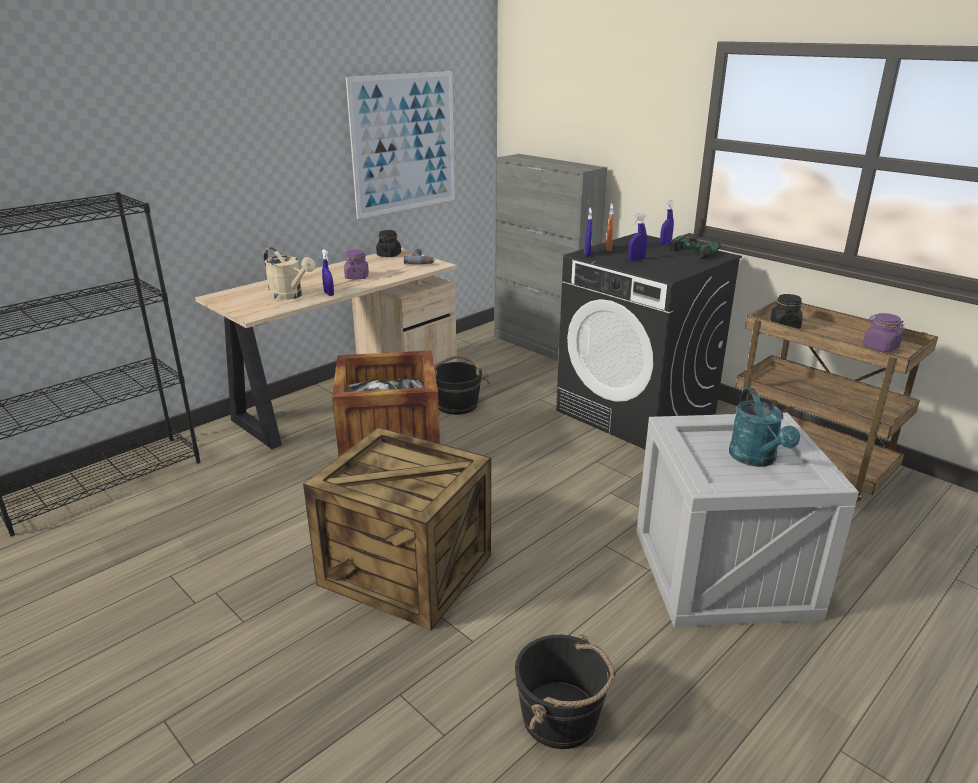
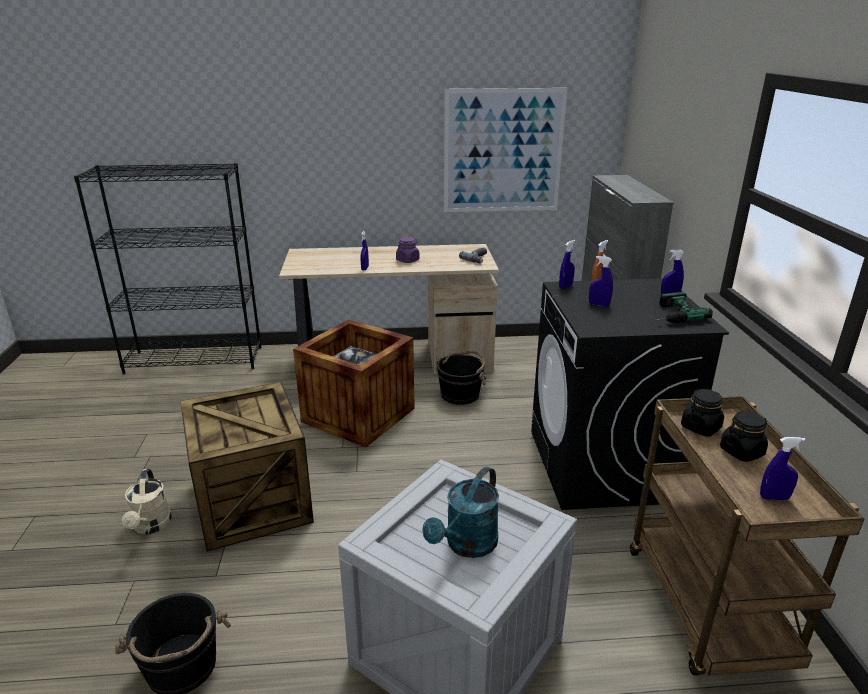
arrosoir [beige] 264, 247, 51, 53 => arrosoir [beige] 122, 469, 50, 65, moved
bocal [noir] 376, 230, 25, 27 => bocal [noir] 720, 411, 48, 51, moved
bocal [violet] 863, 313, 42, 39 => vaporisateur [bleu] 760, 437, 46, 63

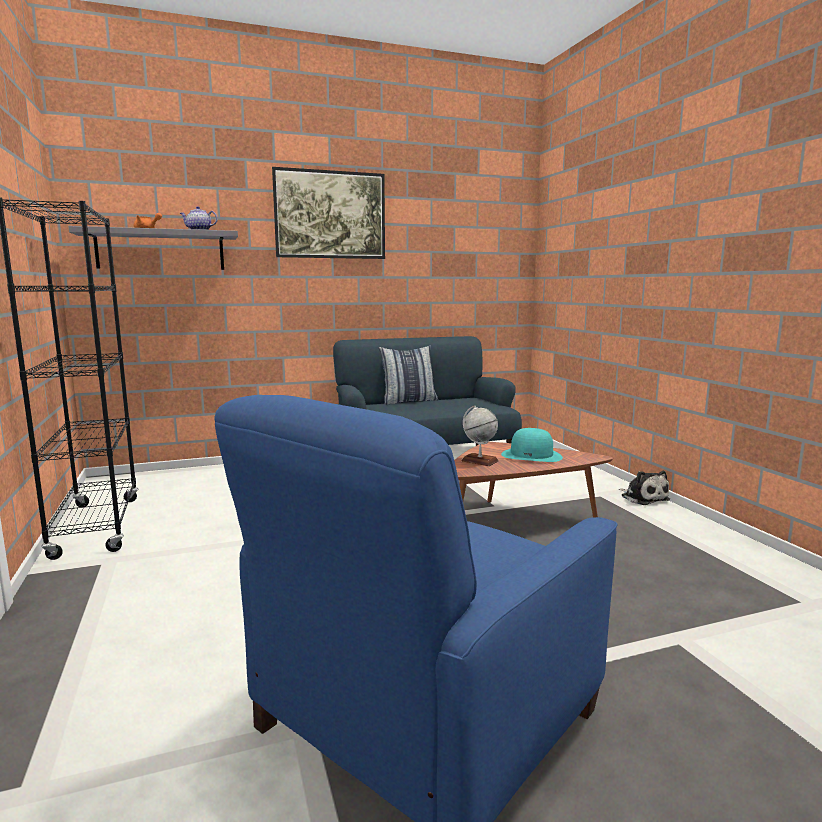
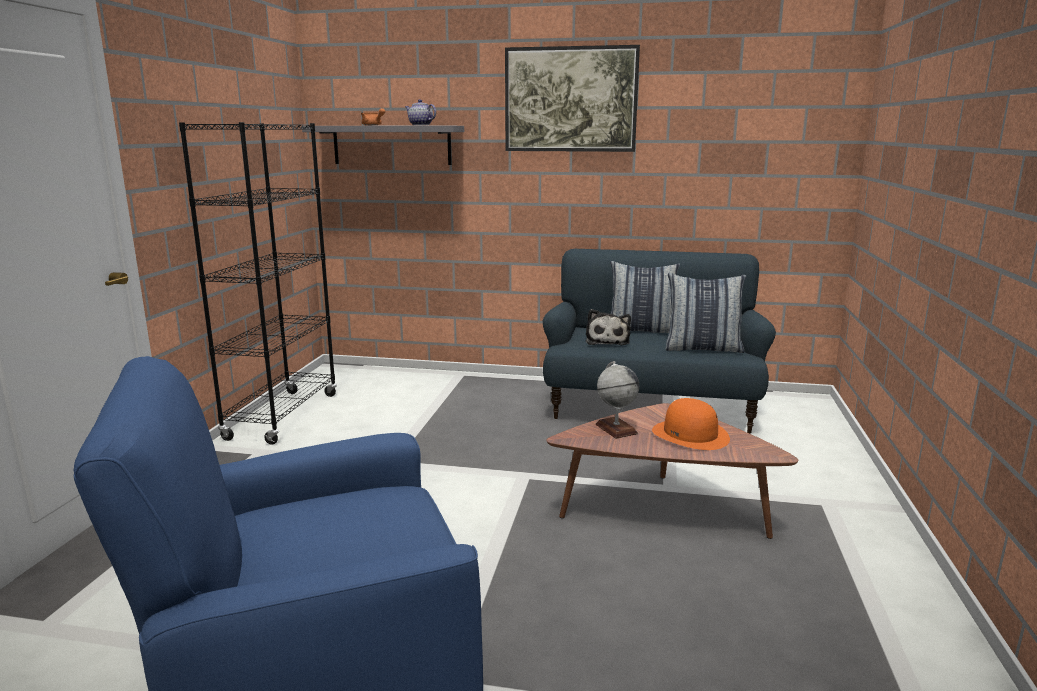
chapeau [turquoise] 501, 428, 62, 34 => chapeau [orange] 652, 398, 78, 52
peluche 619, 471, 51, 34 => peluche 586, 309, 45, 36, moved
nothing => coussin 666, 273, 80, 80

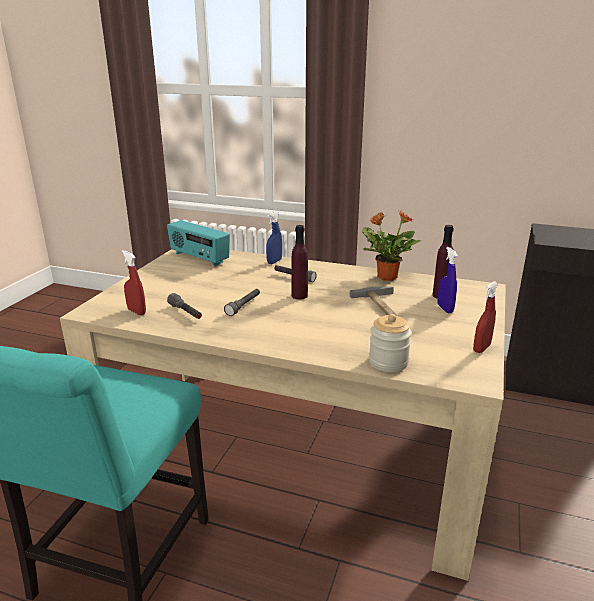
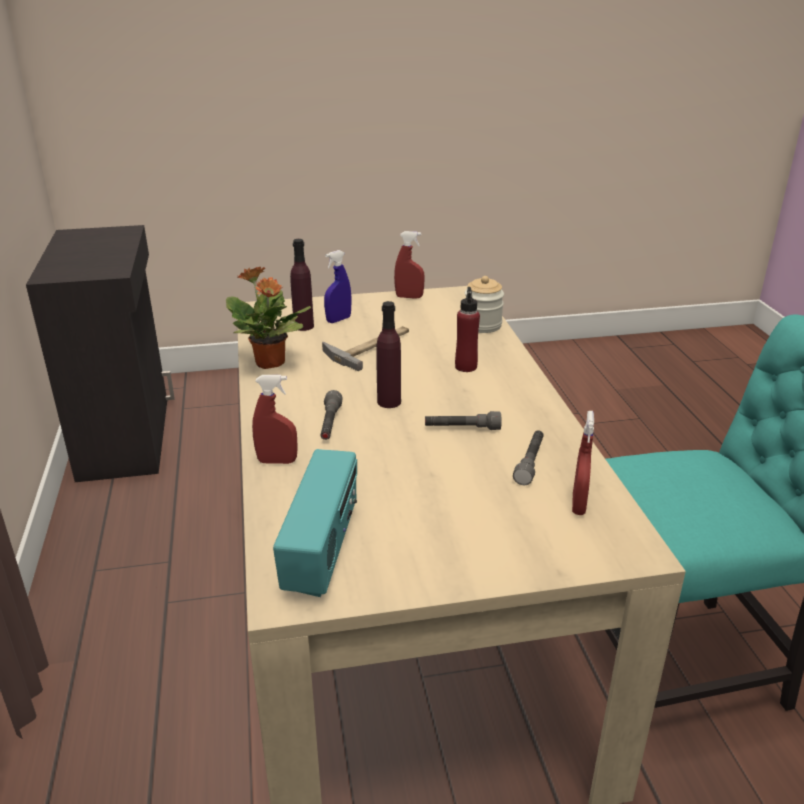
vaporisateur [bleu] 266, 211, 16, 53 => vaporisateur [rouge] 252, 375, 46, 89
nothing => bouteille [rouge] 455, 287, 25, 85

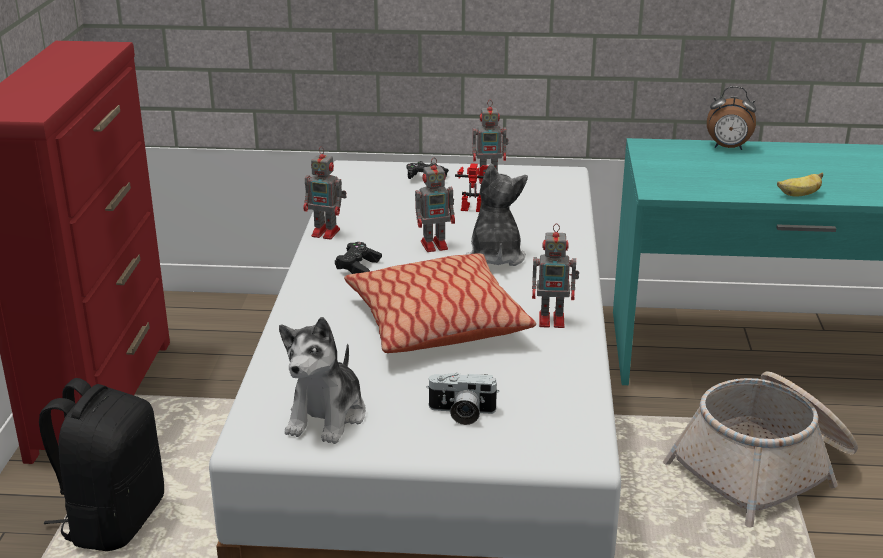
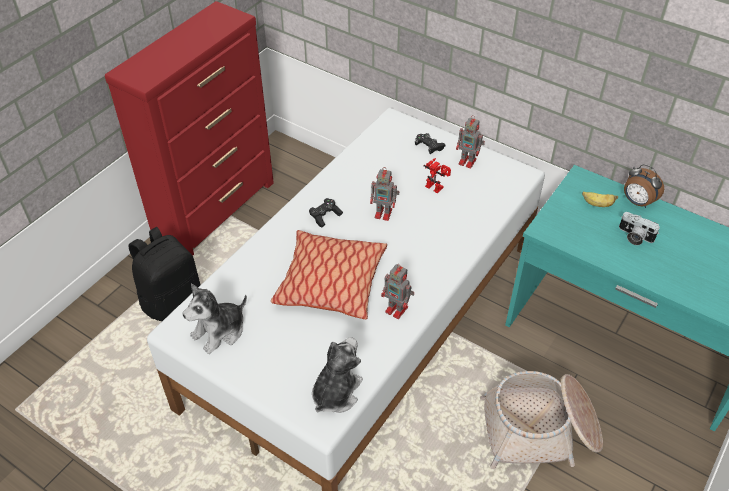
robot jouet 303, 146, 44, 93 => nothing
appareil photo 426, 373, 73, 52 => appareil photo 619, 212, 41, 33, moved
peluche 466, 164, 62, 102 => peluche 312, 337, 51, 76, moved
banane 777, 173, 46, 24 => banane 582, 192, 36, 15, moved

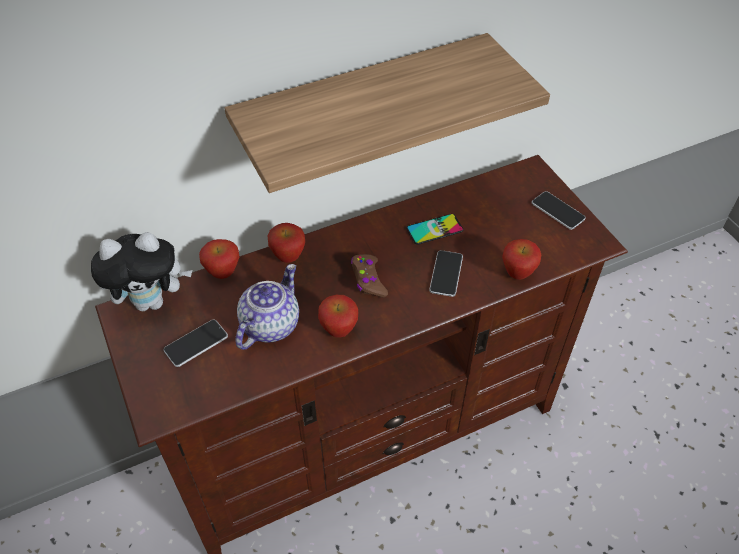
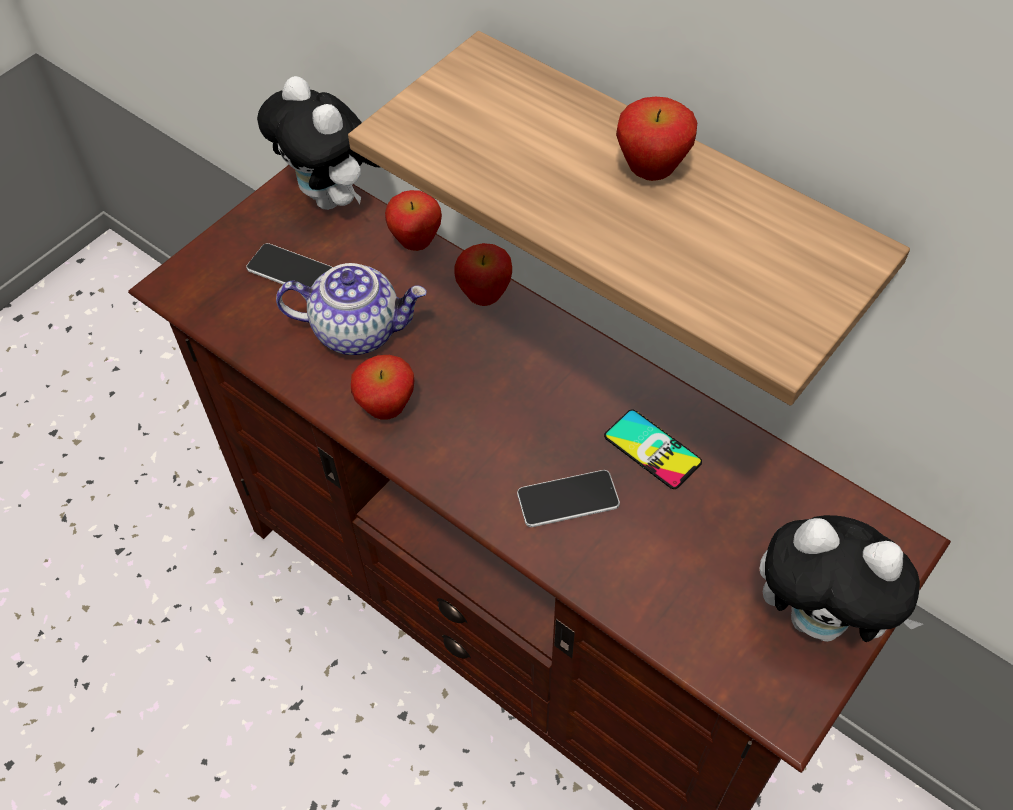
manette [marron] 351, 254, 37, 43 => nothing
pomme 502, 239, 39, 41 => pomme 616, 97, 81, 84, moved
téléphone 532, 191, 54, 39 => peluche 760, 515, 163, 127

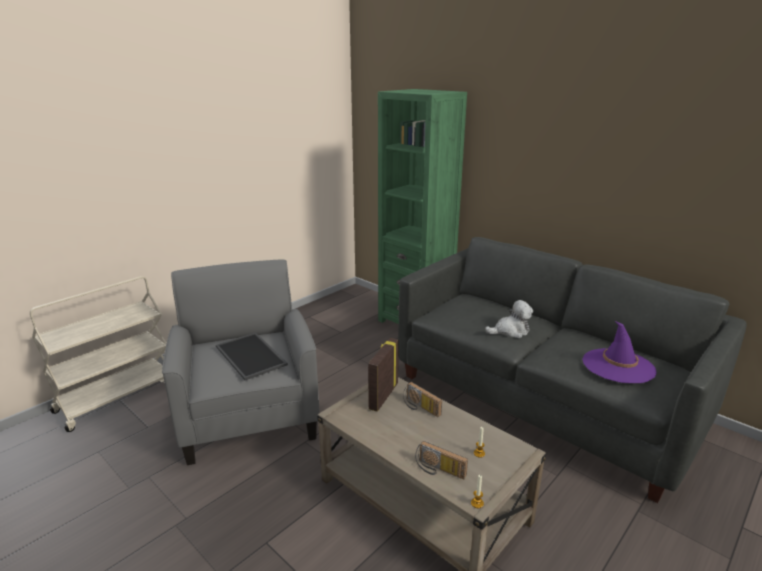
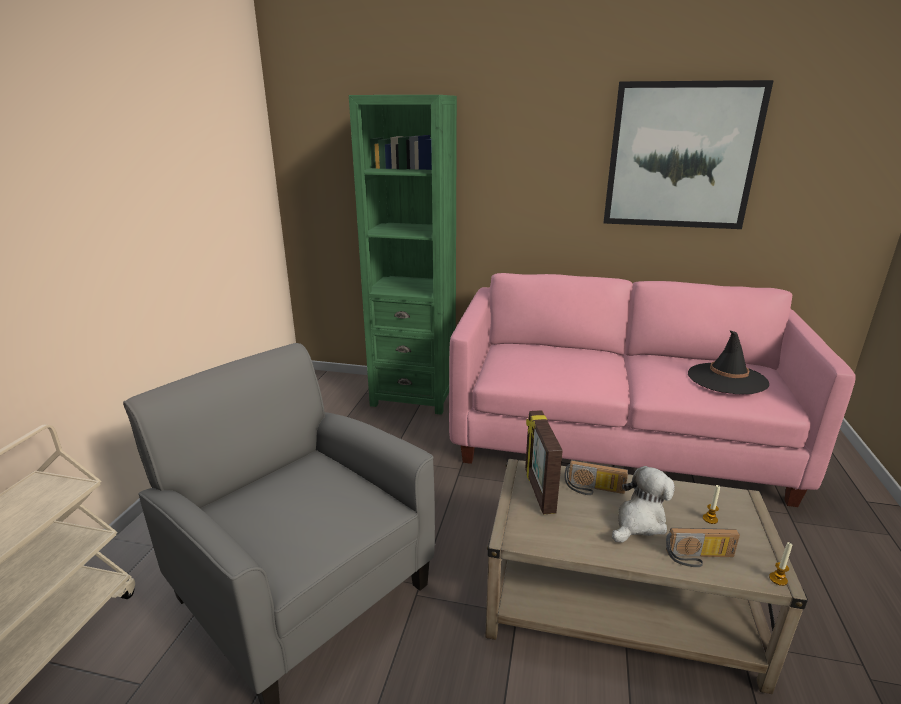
plateau 216, 332, 72, 48 => nothing
canapé [gris] 398, 237, 349, 266 => canapé [rose] 449, 273, 407, 234
peluche 485, 300, 48, 38 => peluche 612, 466, 63, 77, moved
chapeau [violet] 582, 321, 75, 62 => chapeau [noir] 688, 330, 81, 64
nothing => tableau 604, 80, 170, 149

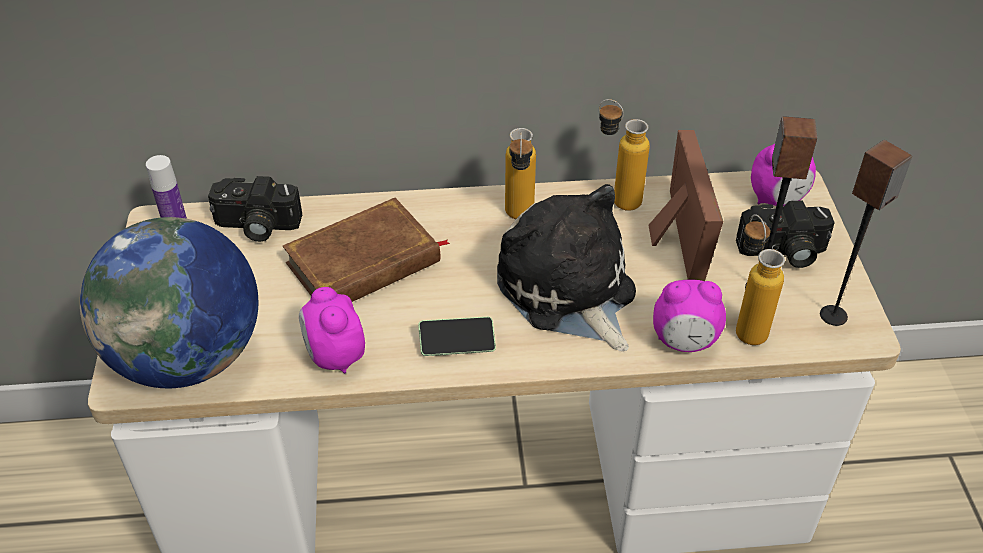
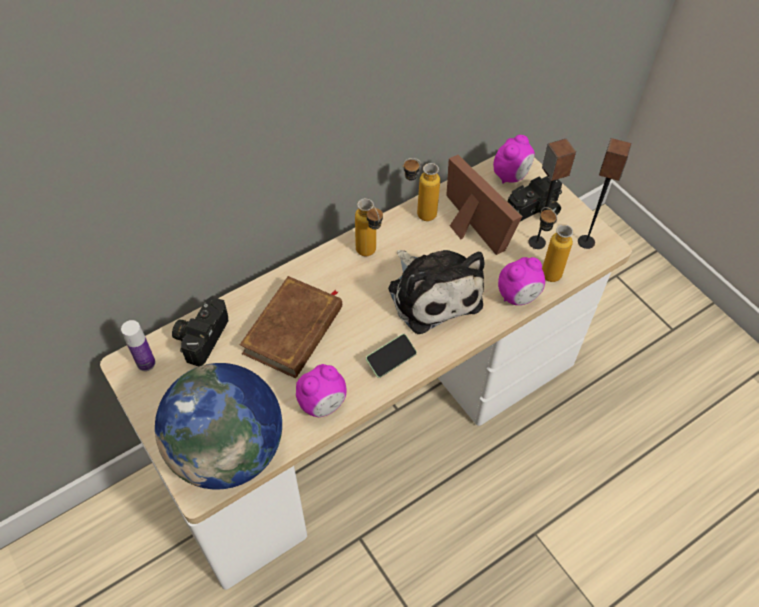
appareil photo 208, 176, 94, 66 => appareil photo 172, 296, 56, 71, 135 degrees clockwise
réveil 299, 287, 66, 87 => réveil 296, 364, 51, 53, 75 degrees counterclockwise
peluche 497, 184, 139, 167 => peluche 388, 250, 96, 84, 150 degrees counterclockwise

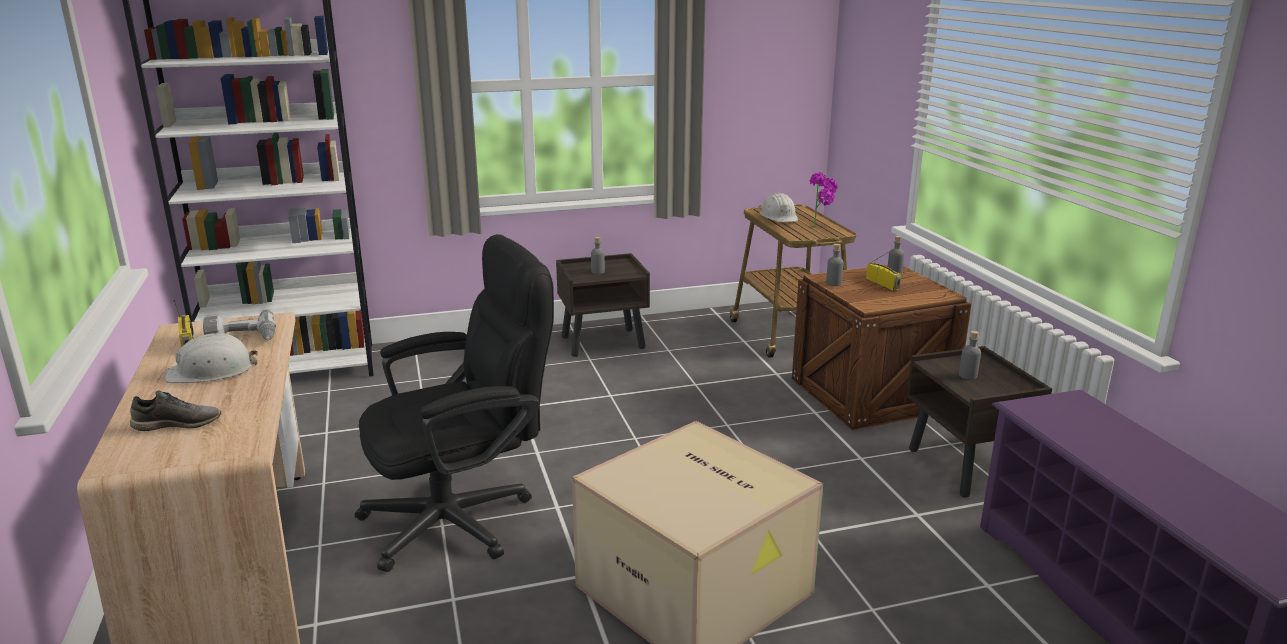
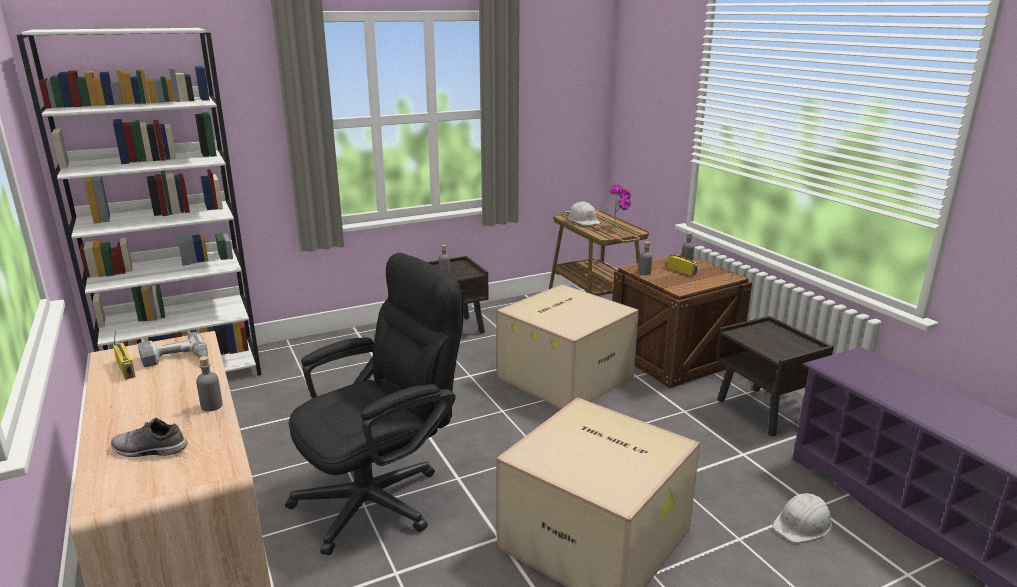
chaussure [gris] 130, 390, 91, 41 => chaussure [gris] 111, 418, 77, 39, 150 degrees counterclockwise
casque de chantier [blanc] 164, 333, 94, 50 => casque de chantier [blanc] 772, 493, 60, 50, moved
bouteille [gris] 959, 331, 22, 49 => bouteille [gris] 196, 356, 27, 56, moved
nothing => carton 496, 284, 143, 125

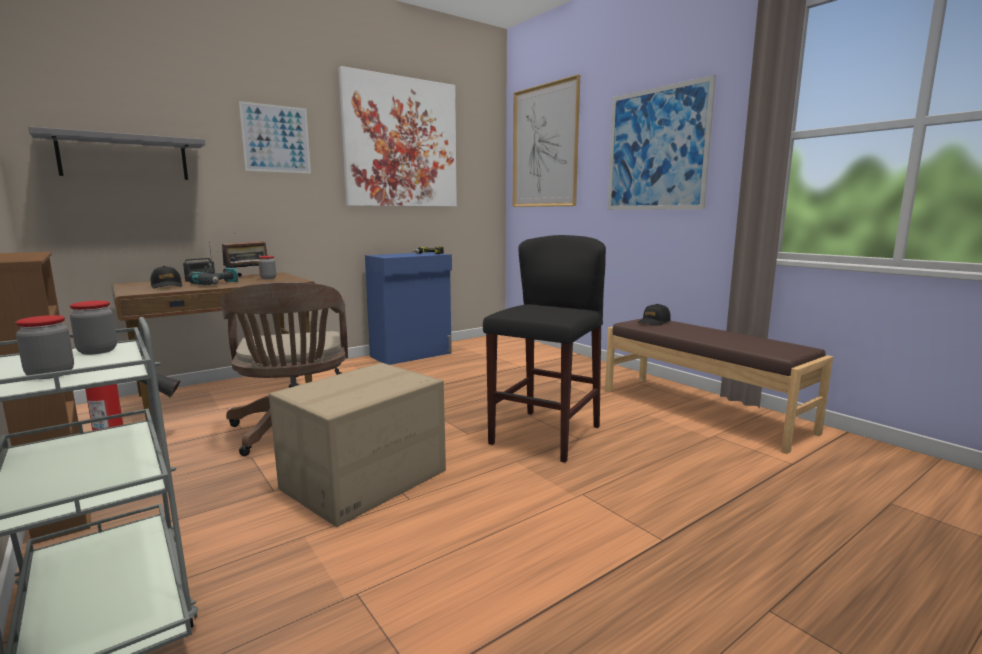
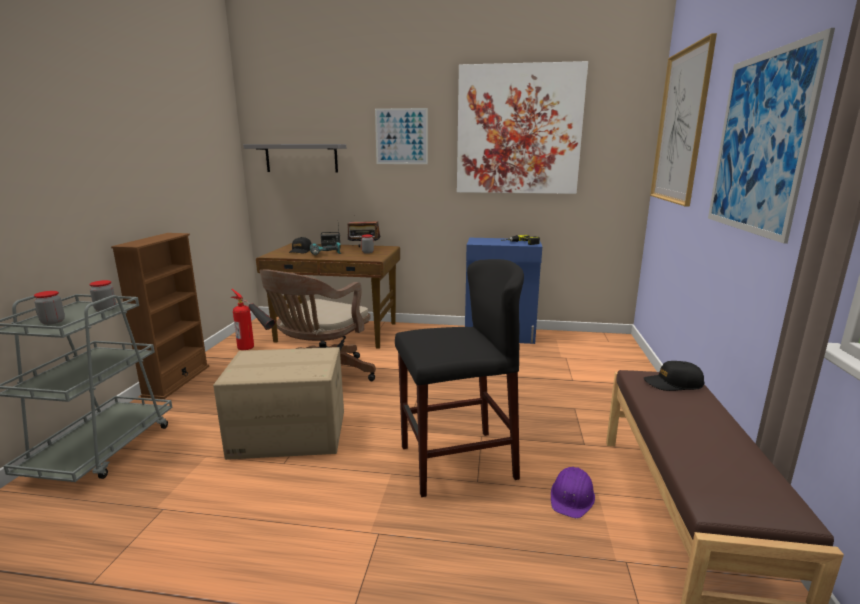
nothing => casque de chantier [violet] 551, 467, 44, 51

